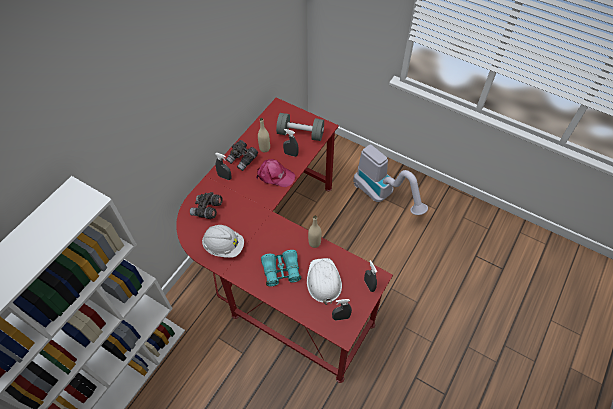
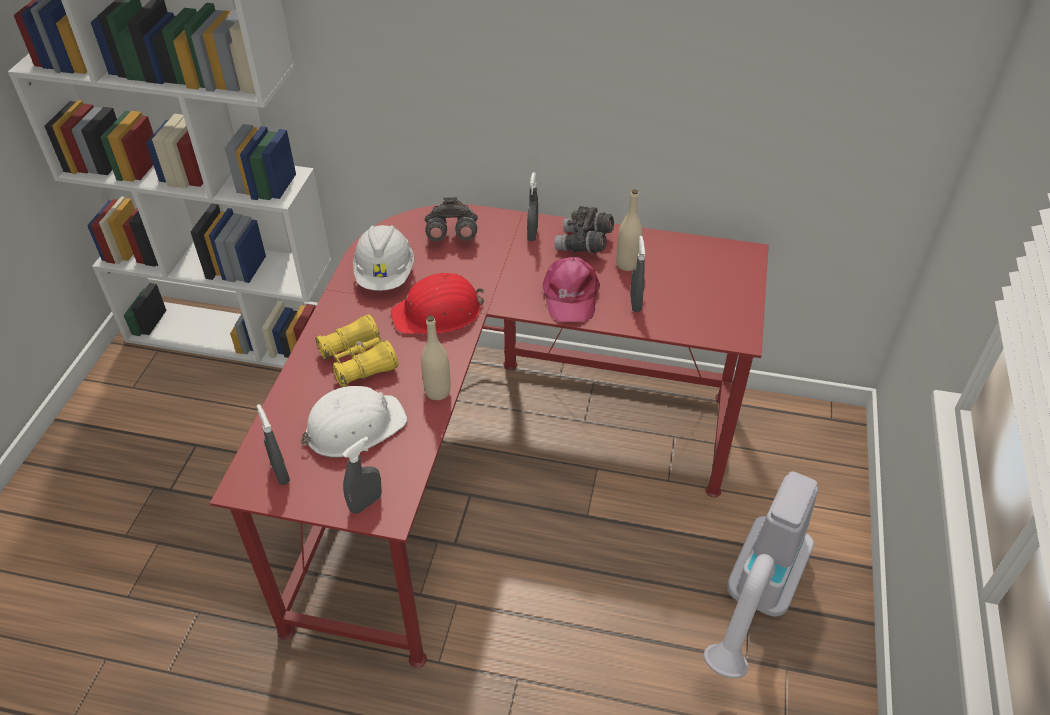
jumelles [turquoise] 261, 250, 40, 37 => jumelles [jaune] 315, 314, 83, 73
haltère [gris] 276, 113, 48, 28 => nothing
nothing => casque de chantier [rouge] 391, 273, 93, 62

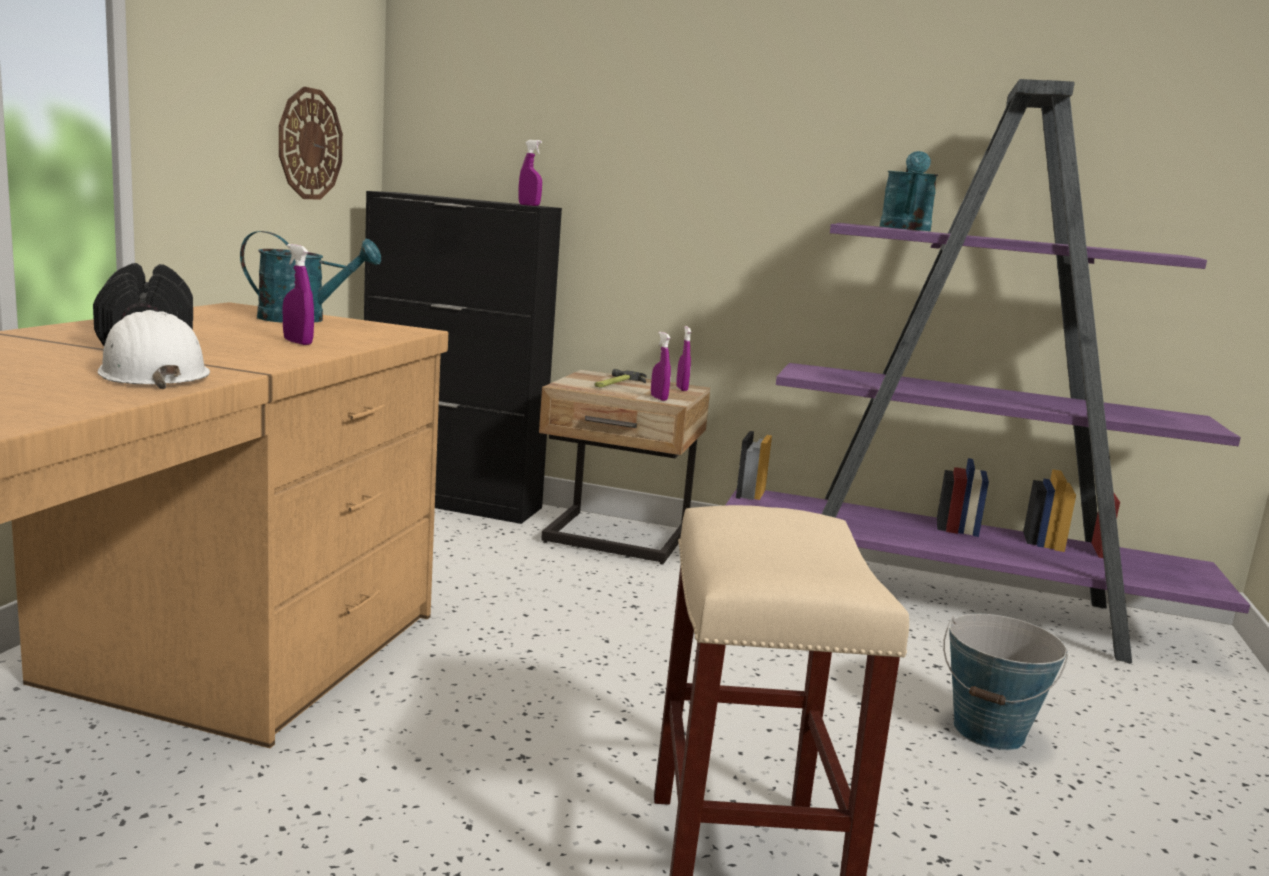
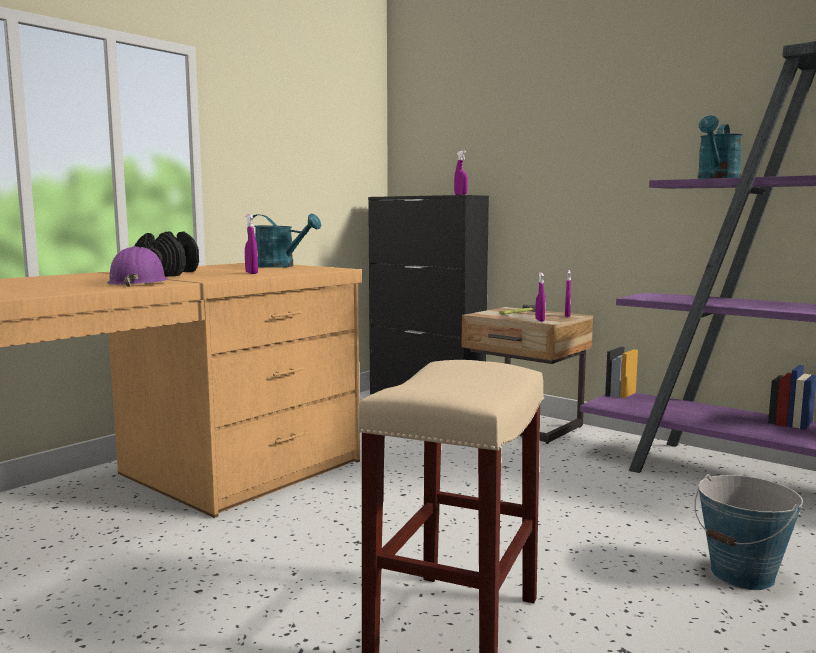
casque de chantier [blanc] 98, 310, 112, 79 => casque de chantier [violet] 107, 246, 60, 41
horloge murale 279, 87, 64, 113 => nothing

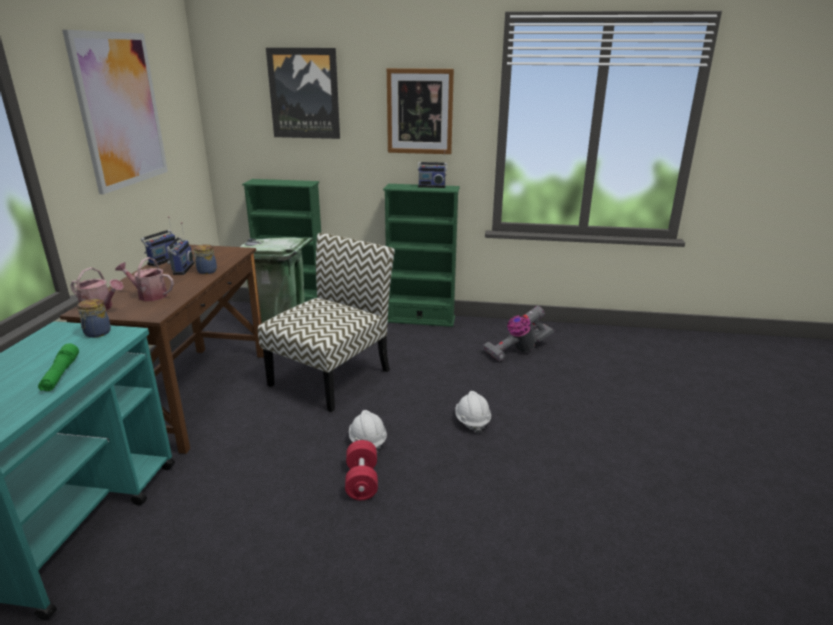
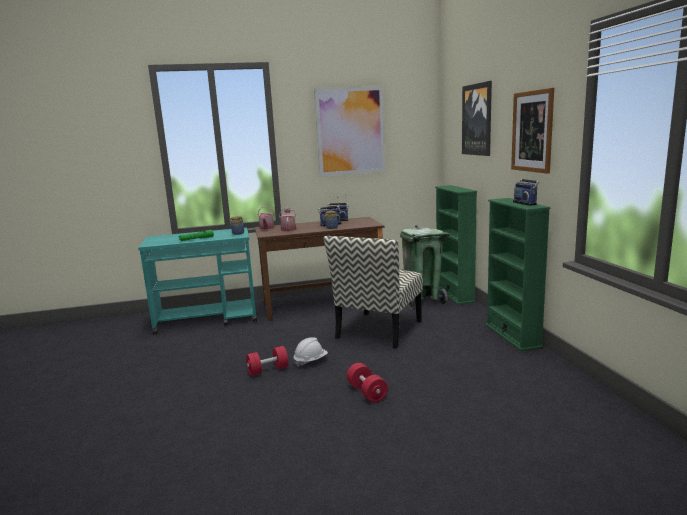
chaise 258, 233, 137, 179 => chaise 324, 236, 99, 113, 105 degrees clockwise
casque de chantier [blanc] 455, 391, 36, 43 => haltère [rouge] 346, 363, 42, 40
aspirateur 483, 306, 71, 56 => nothing

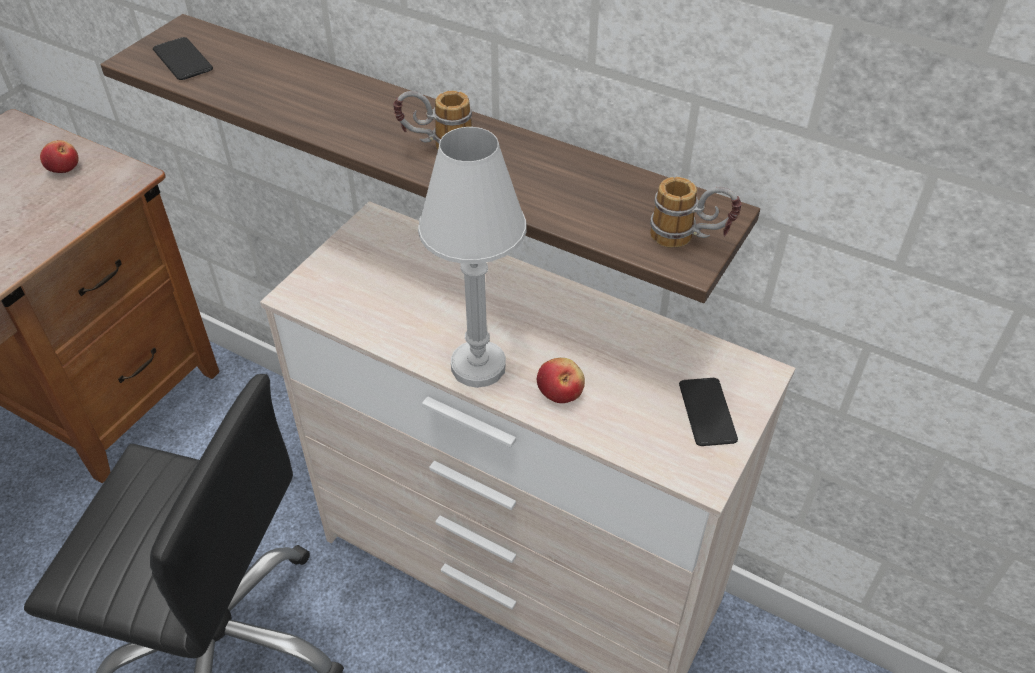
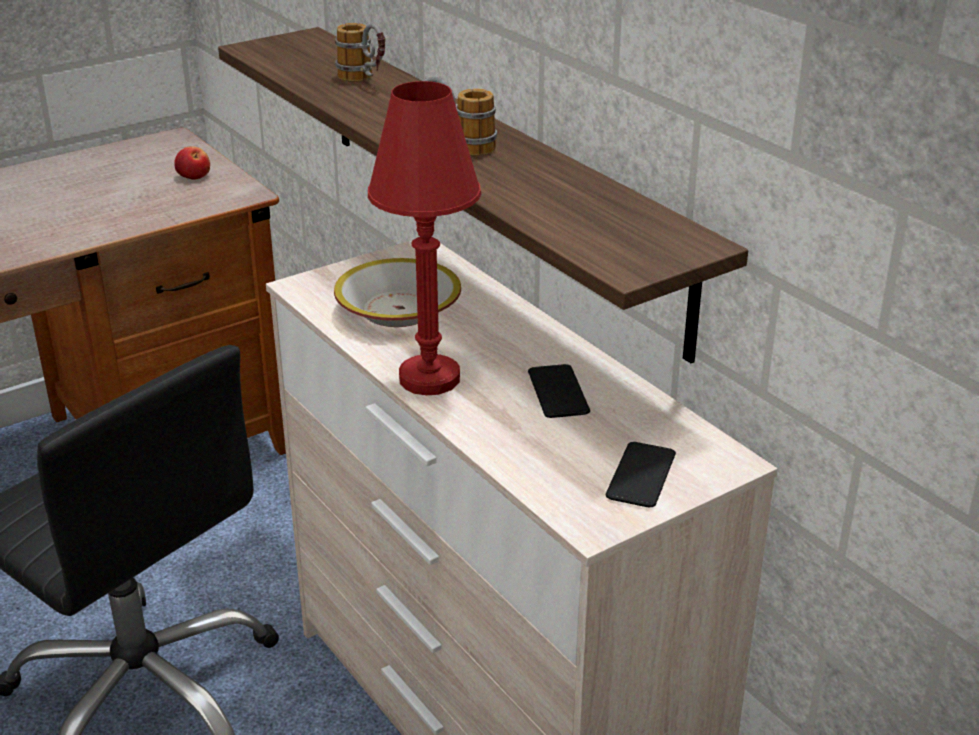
téléphone 153, 37, 60, 43 => téléphone 528, 364, 63, 54, moved
lampe de table [blanc] 418, 127, 108, 261 => lampe de table [rouge] 368, 81, 113, 314
pomme 537, 358, 48, 45 => nothing
mug 650, 177, 92, 71 => mug 335, 23, 50, 59, moved
nothing => bol 334, 258, 127, 69

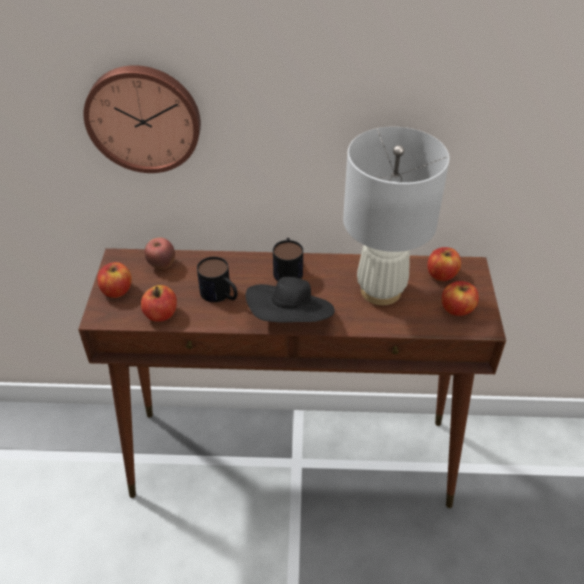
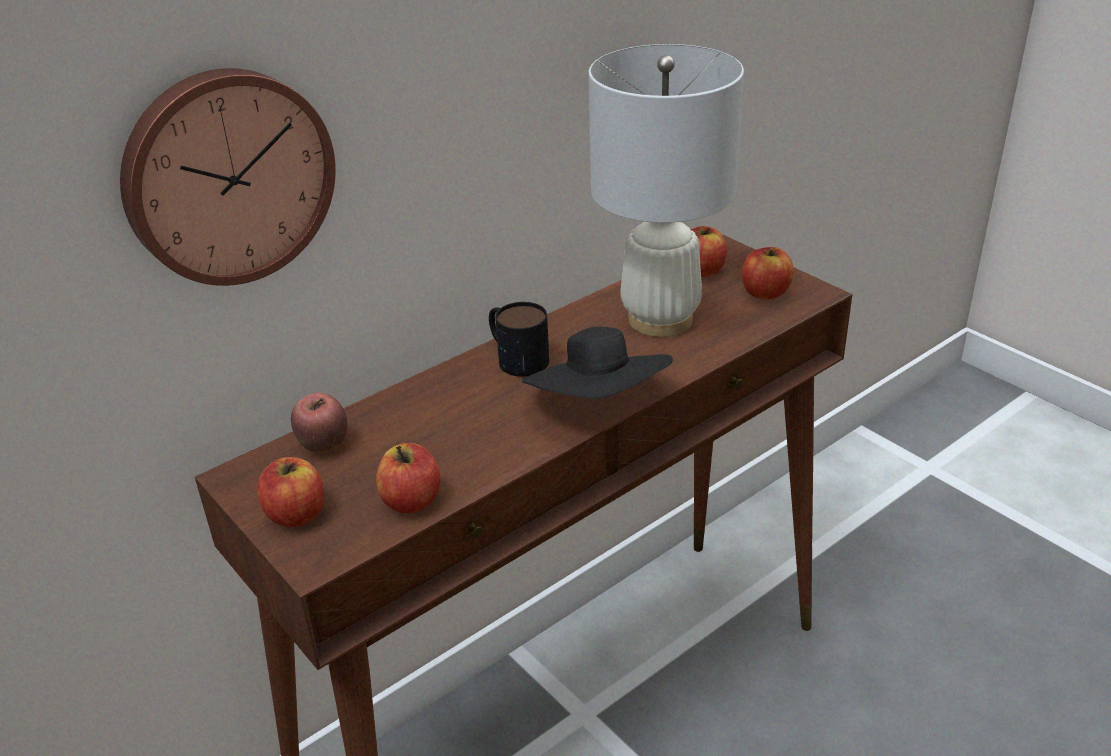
mug 197, 257, 41, 45 => nothing

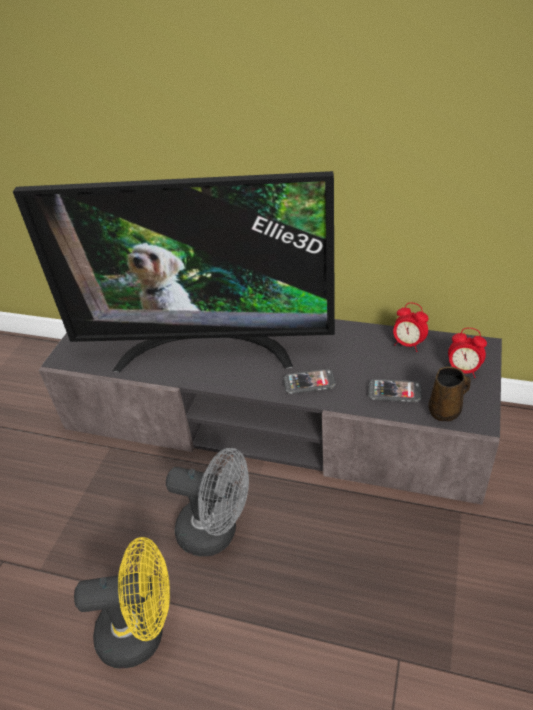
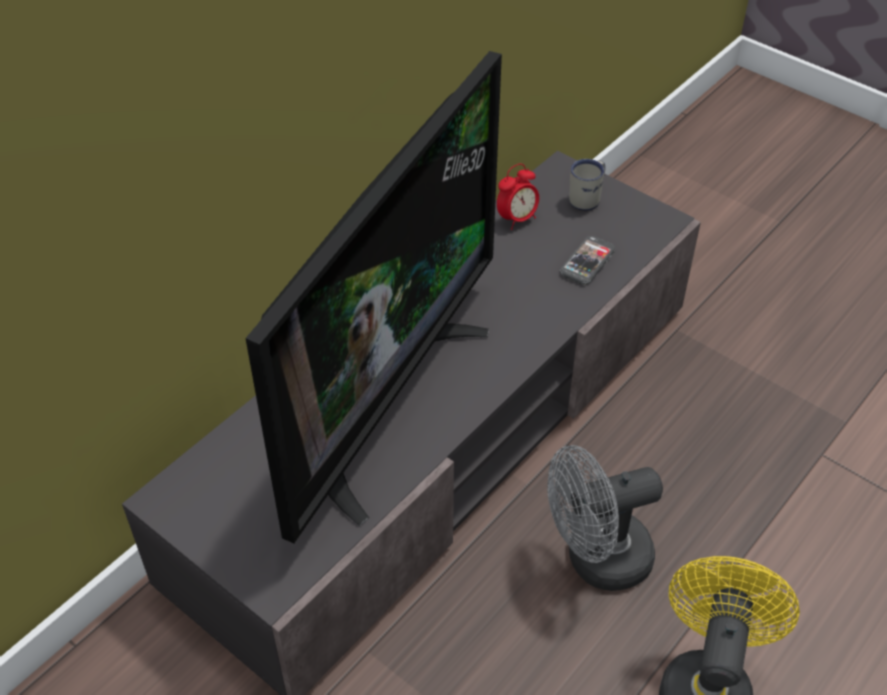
ventilateur [gris] 166, 448, 83, 108 => ventilateur [gris] 547, 445, 116, 146, 150 degrees counterclockwise
téléphone 283, 369, 53, 25 => nothing
mug [marron] 428, 367, 43, 54 => nothing
réveil 448, 328, 39, 50 => mug [blanc] 569, 159, 36, 52

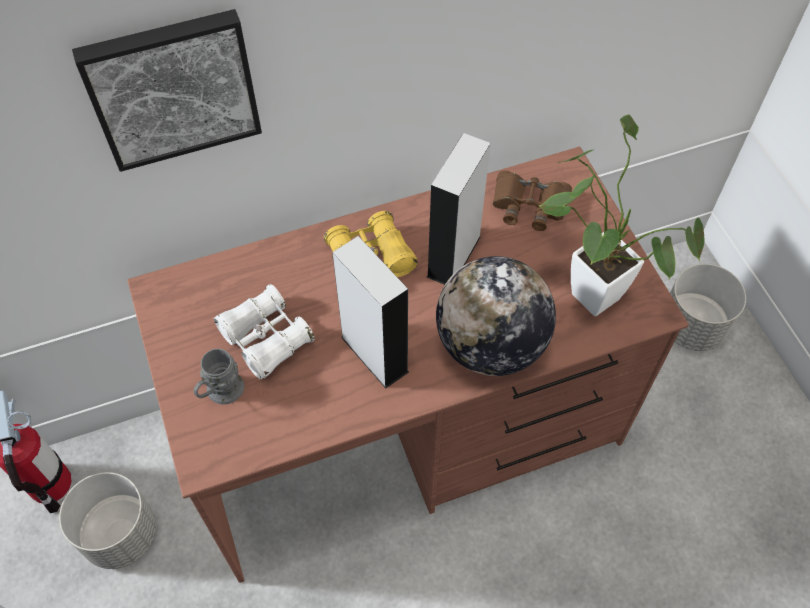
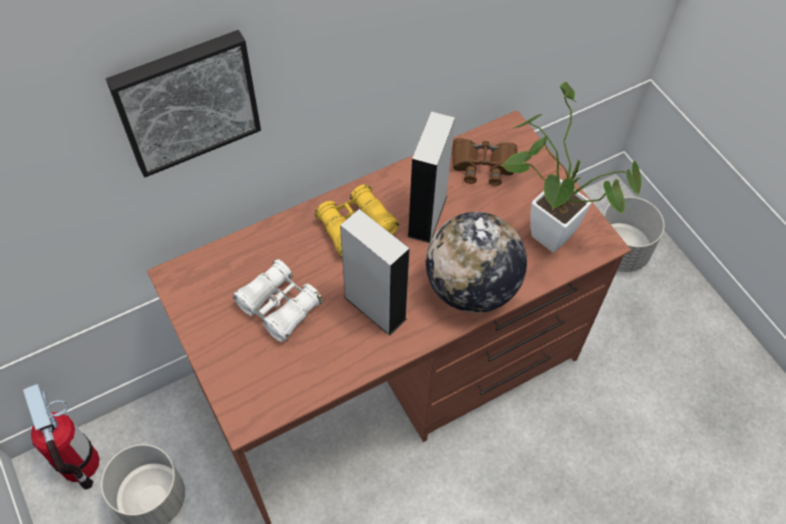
mug [gris] 194, 349, 50, 55 => nothing

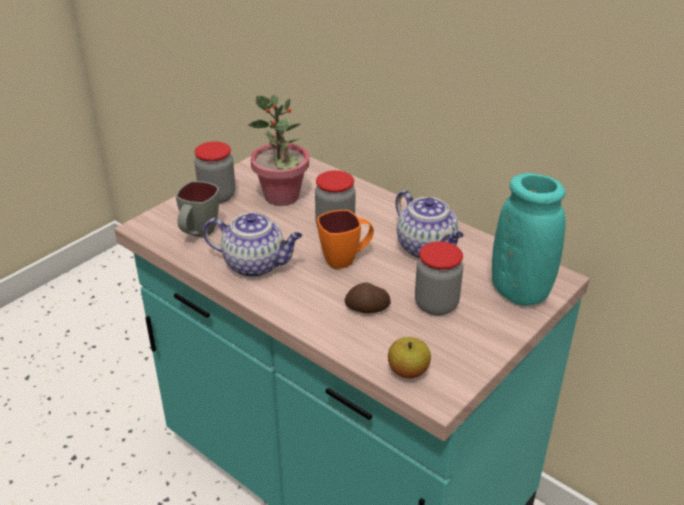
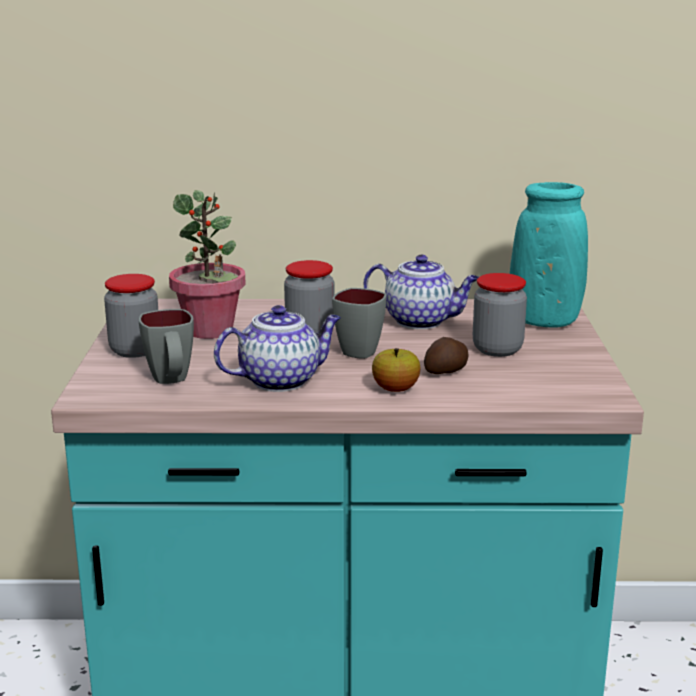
mug [orange] 317, 210, 57, 59 => mug [gris] 332, 288, 55, 71
pomme 388, 337, 43, 42 => pomme 372, 348, 49, 44, moved

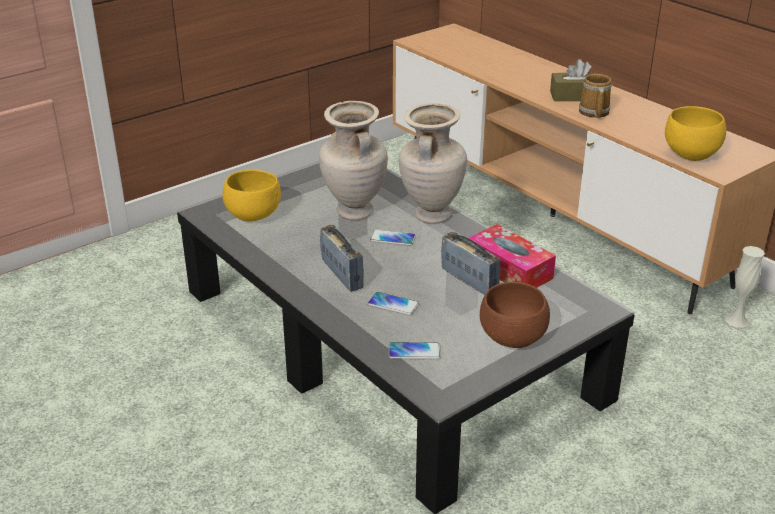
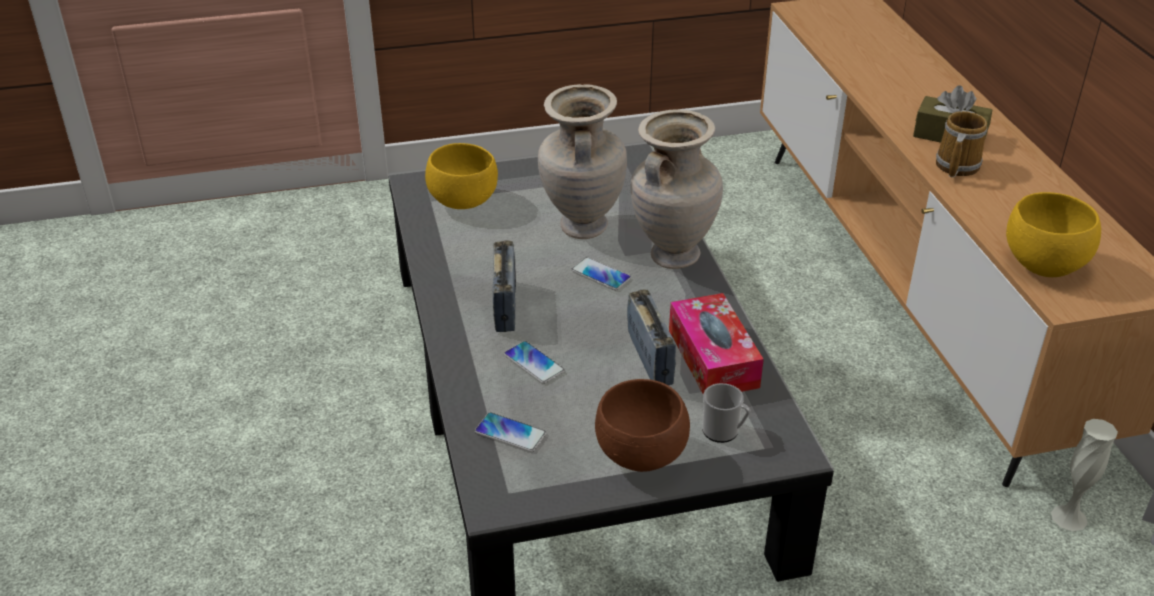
nothing => mug 702, 383, 49, 60

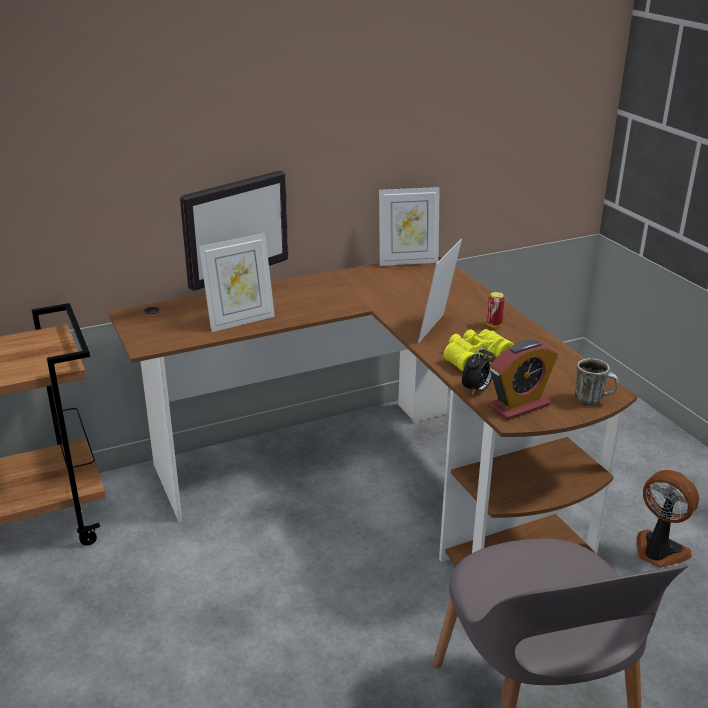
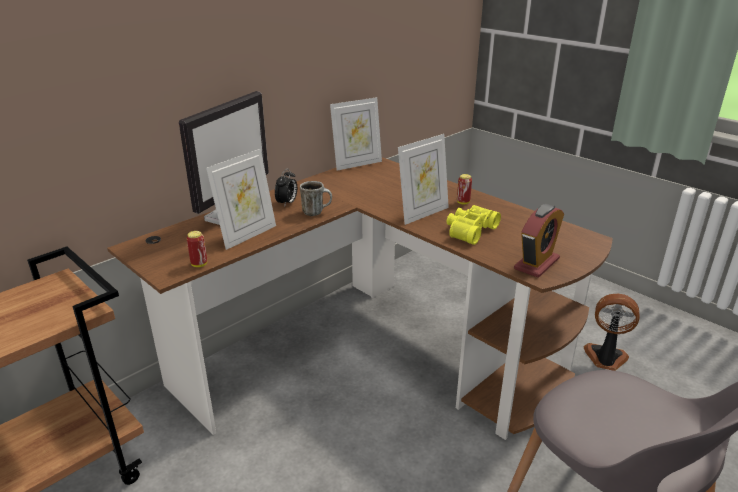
cadre photo 418, 239, 44, 105 => cadre photo 398, 134, 51, 91, 135 degrees counterclockwise
réveil 462, 346, 32, 49 => réveil 275, 168, 22, 39, moved
mug 575, 358, 44, 47 => mug 300, 181, 32, 35, moved
nothing => boîte métallique 187, 231, 20, 36

